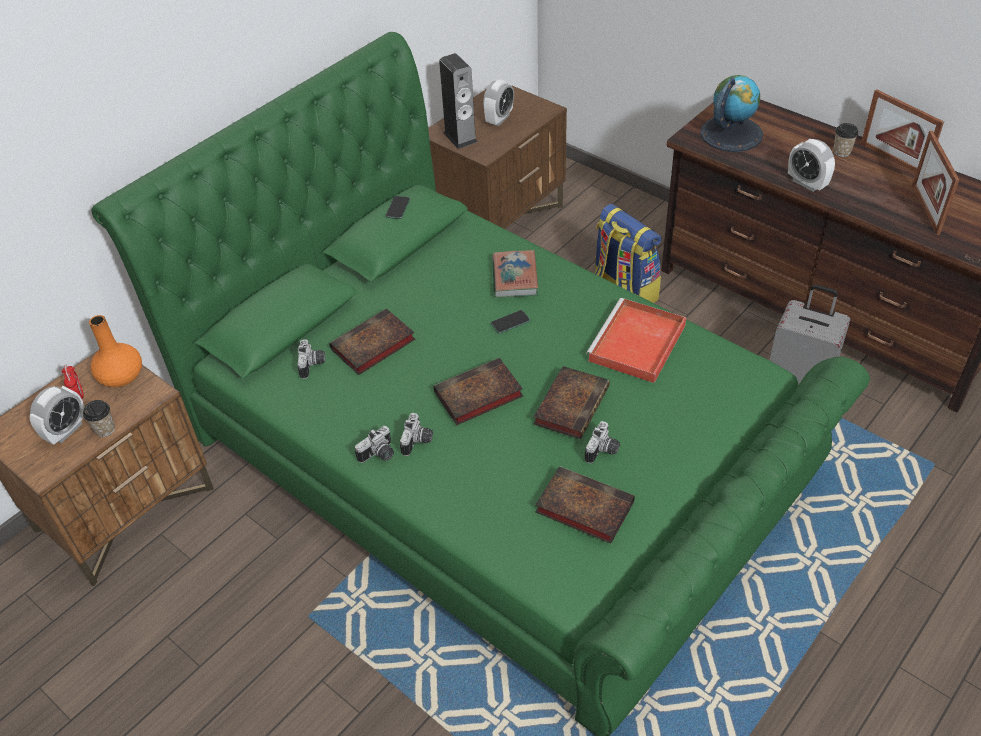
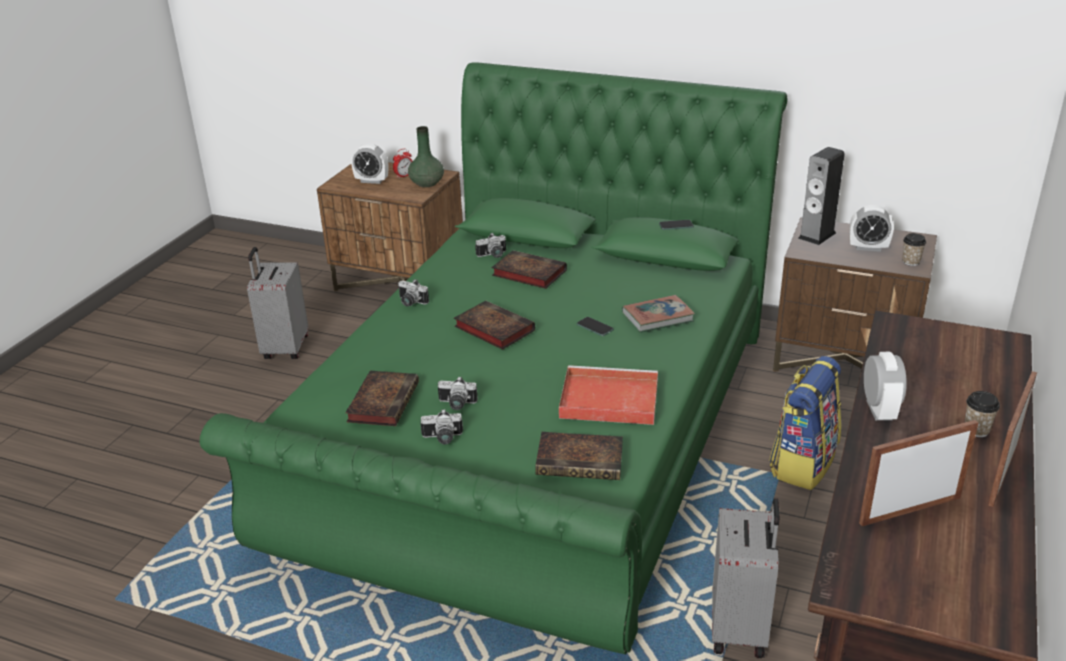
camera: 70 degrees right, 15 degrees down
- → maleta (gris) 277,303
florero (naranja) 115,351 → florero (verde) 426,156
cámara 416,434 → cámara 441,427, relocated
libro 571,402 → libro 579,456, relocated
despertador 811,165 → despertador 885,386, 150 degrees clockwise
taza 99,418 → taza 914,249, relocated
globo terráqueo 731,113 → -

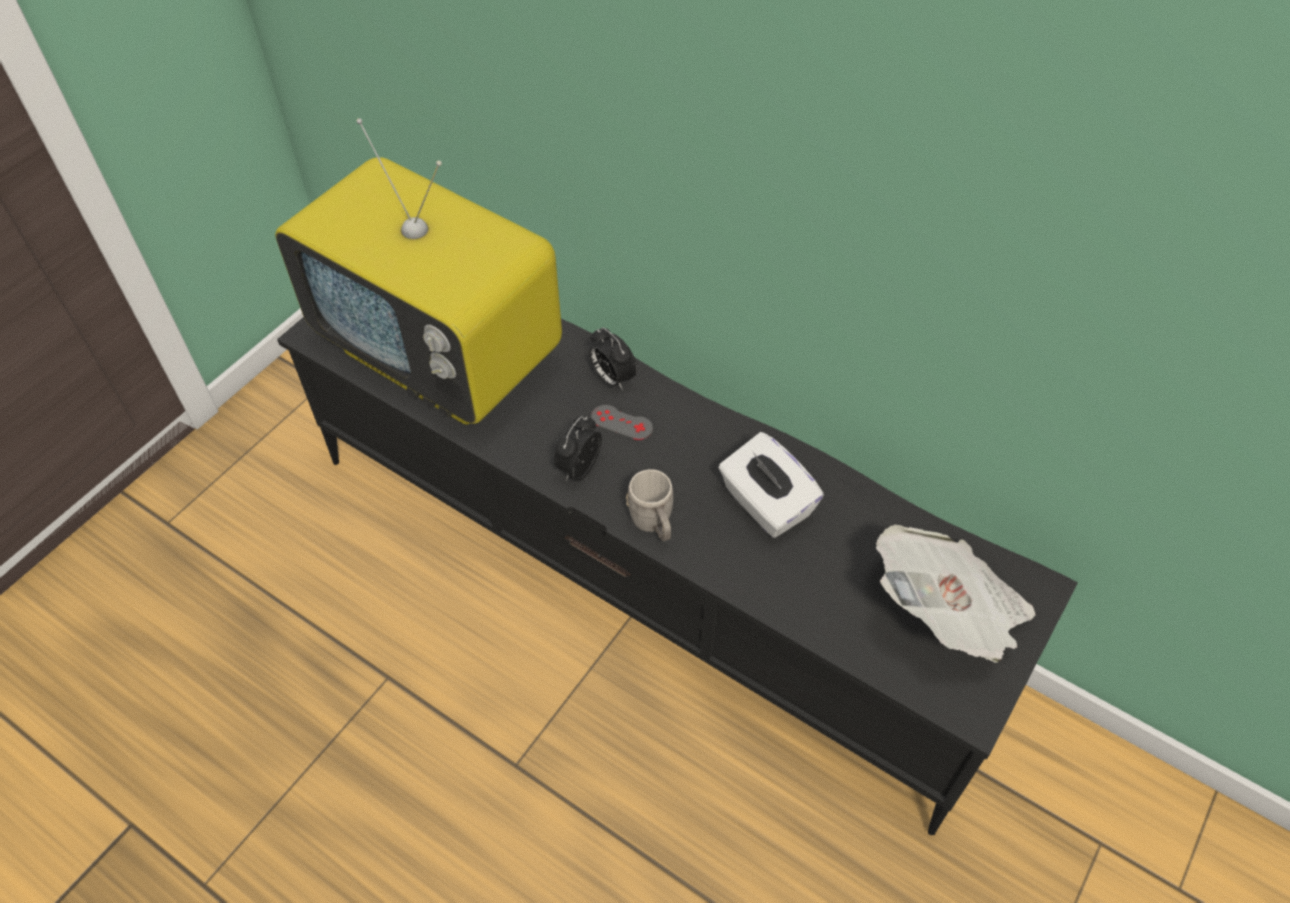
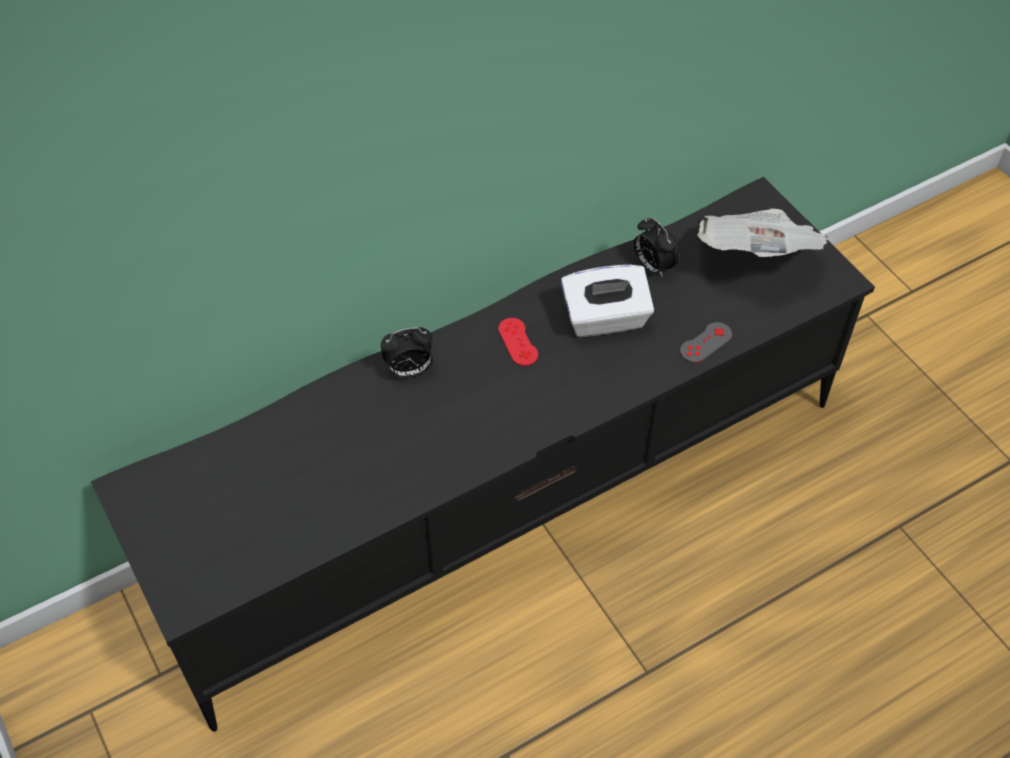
camera: 65 degrees left, 0 degrees up
- → mando de consola (rojo) 518,342
despertador 578,448 → despertador 657,247, relocated
mando de consola (gris) 622,422 → mando de consola (gris) 706,342, relocated
televisor 418,271 → -
taza grande (gris) 649,505 → -

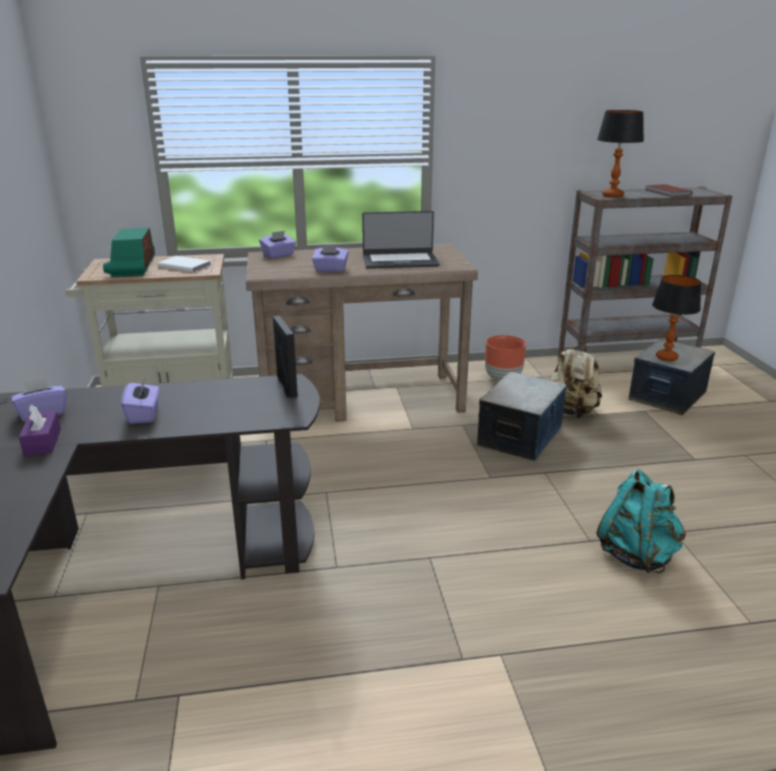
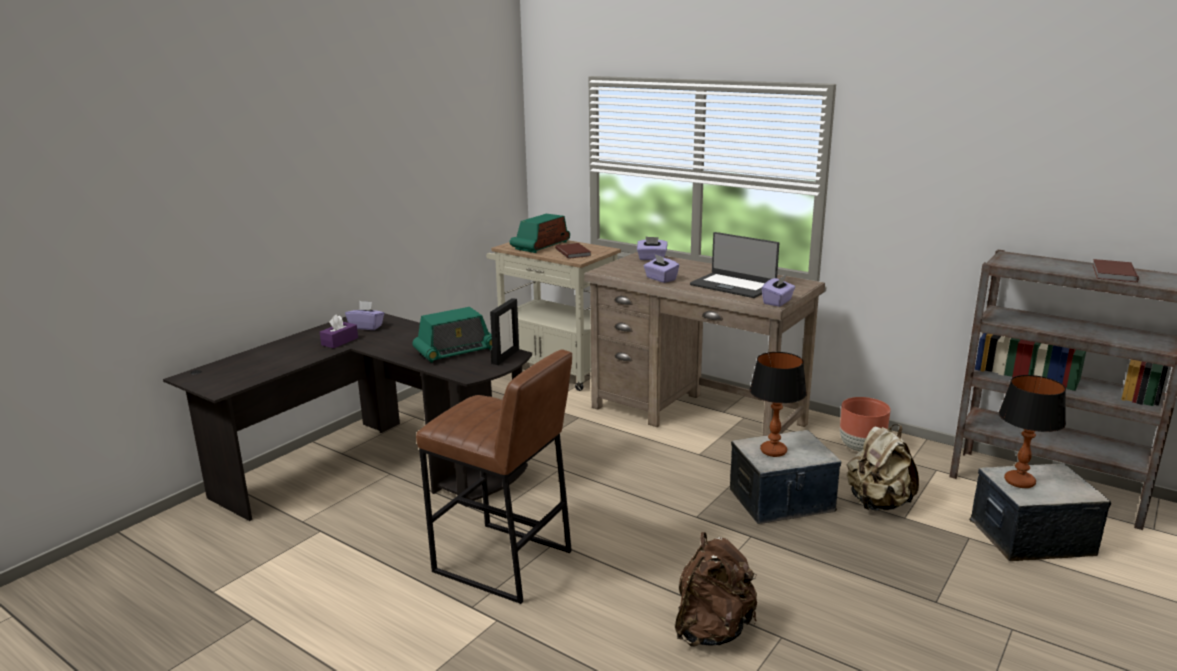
camera: 45 degrees right, 5 degrees down
- → radio 452,335
- → taburete (marrón) 494,476
libro (blanco) 184,264 → libro (marrón) 573,251
mochila (turquesa) 641,521 → mochila (marrón) 716,589
lámpara de mesa 620,154 → lámpara de mesa 778,404, relocated
caja de pañuelos (morado) 140,400 → caja de pañuelos (morado) 778,291, relocated

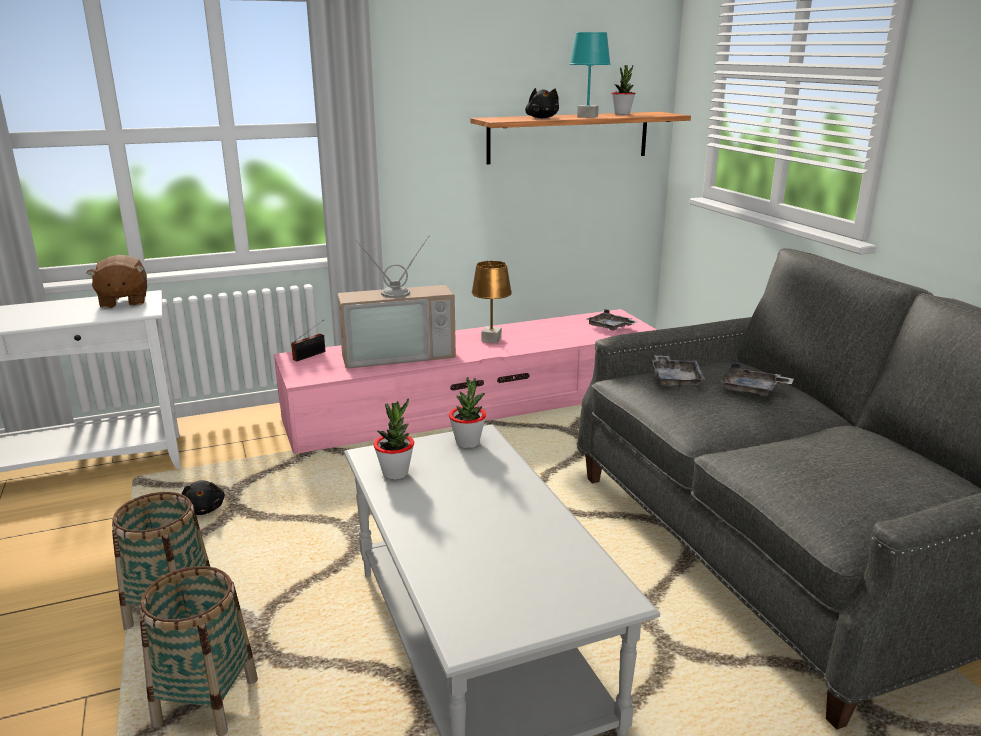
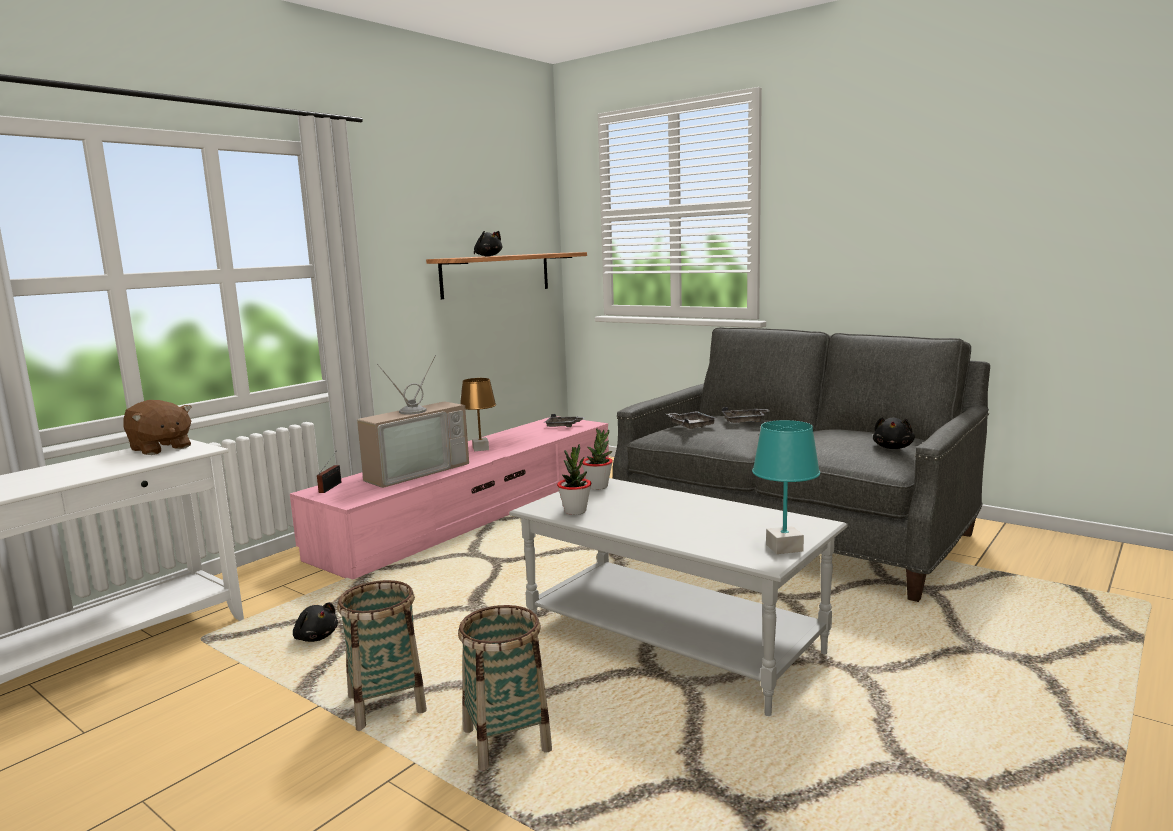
camera: 30 degrees left, 10 degrees down
lámpara de mesa (turquesa) 590,75 → lámpara de mesa (turquesa) 786,487, relocated
- → peluche (negro) 894,433
planta en maceta 623,90 → -

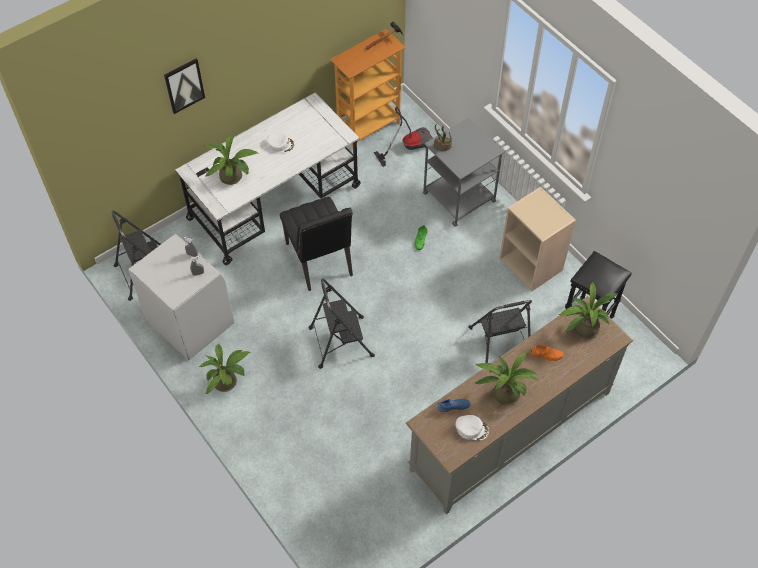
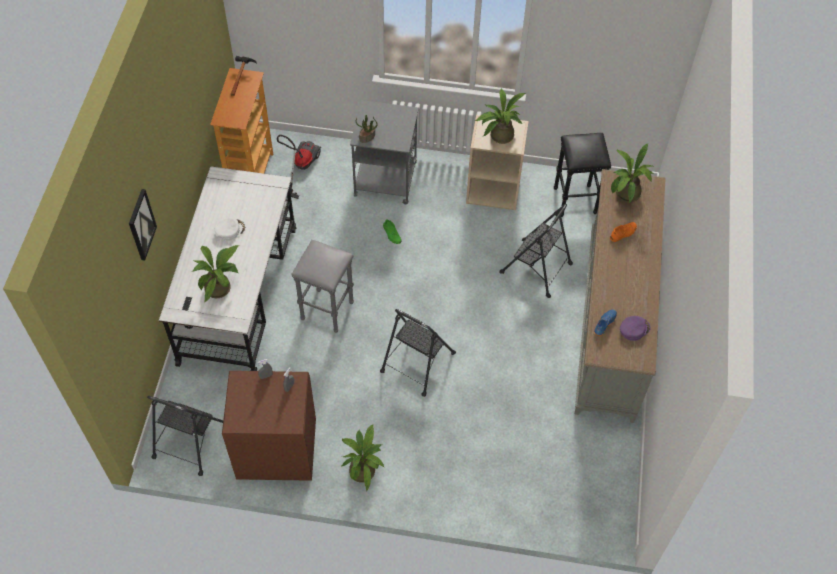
camera: 45 degrees left, 0 degrees up
lavadora (blanco) 181,297 → lavadora (marrón) 269,426
silla (negro) 316,244 → taburete (gris) 322,286
planta en maceta 507,379 → planta en maceta 500,116, relocated
gorra (blanco) 472,427 → gorra (morado) 635,328

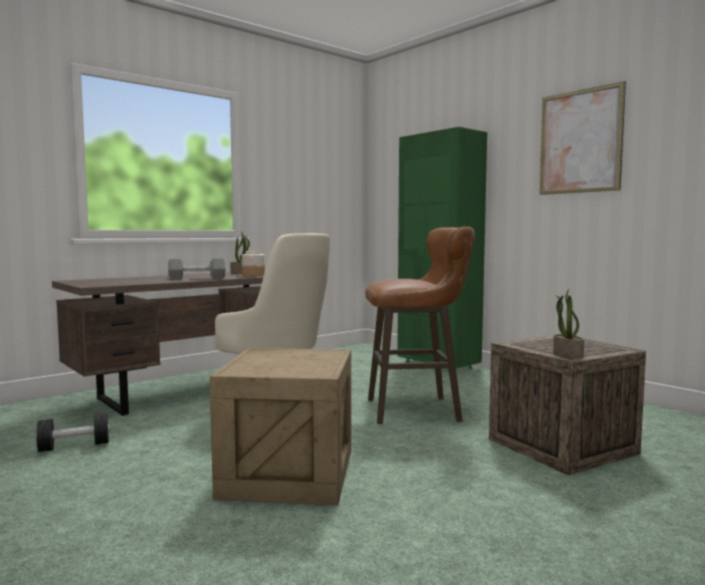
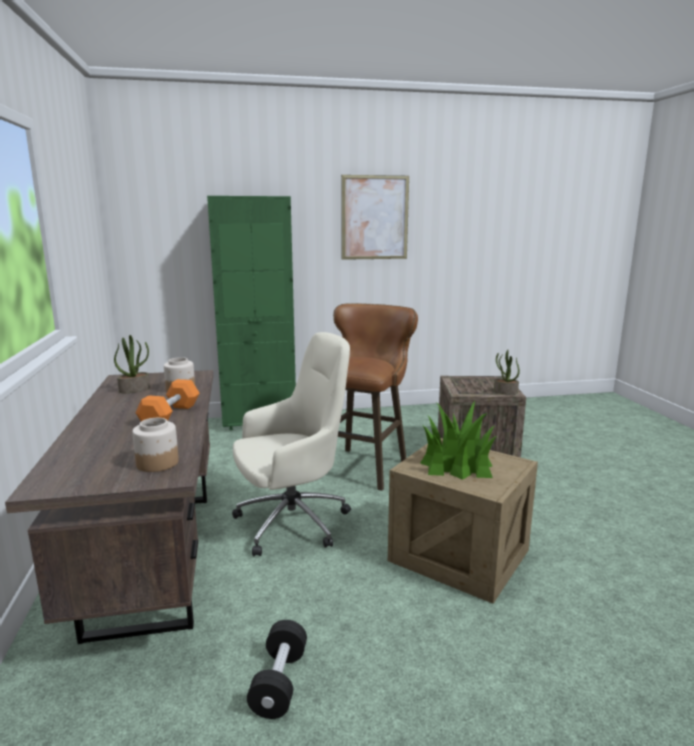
camera: 60 degrees left, 10 degrees up
- → tarro 155,445
mancuerna (gris) 196,269 → mancuerna (naranja) 167,400
- → planta en maceta 458,440

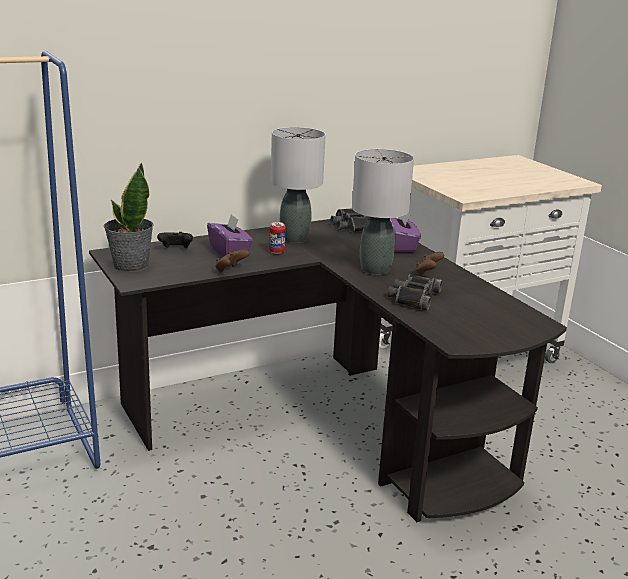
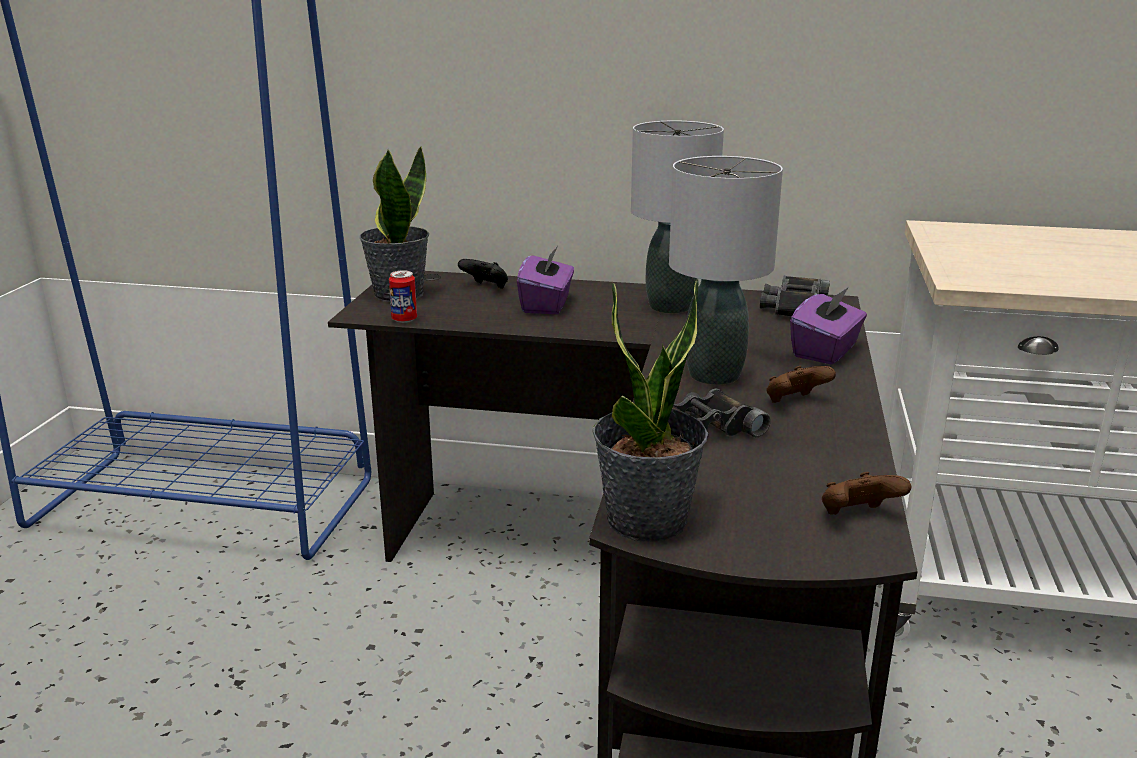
camera: 40 degrees right, 0 degrees up
lata 277,238 → lata 403,296, relocated
- → planta en maceta 650,410
mando de consola (marrón) 232,261 → mando de consola (marrón) 866,493, relocated

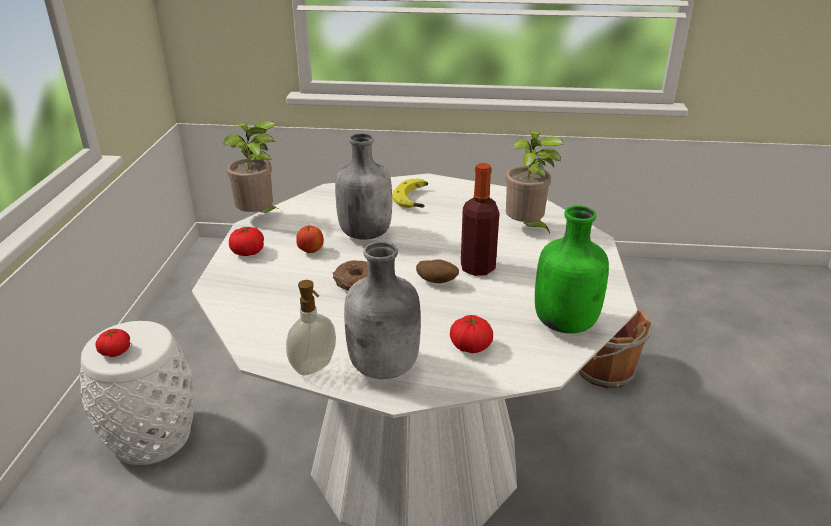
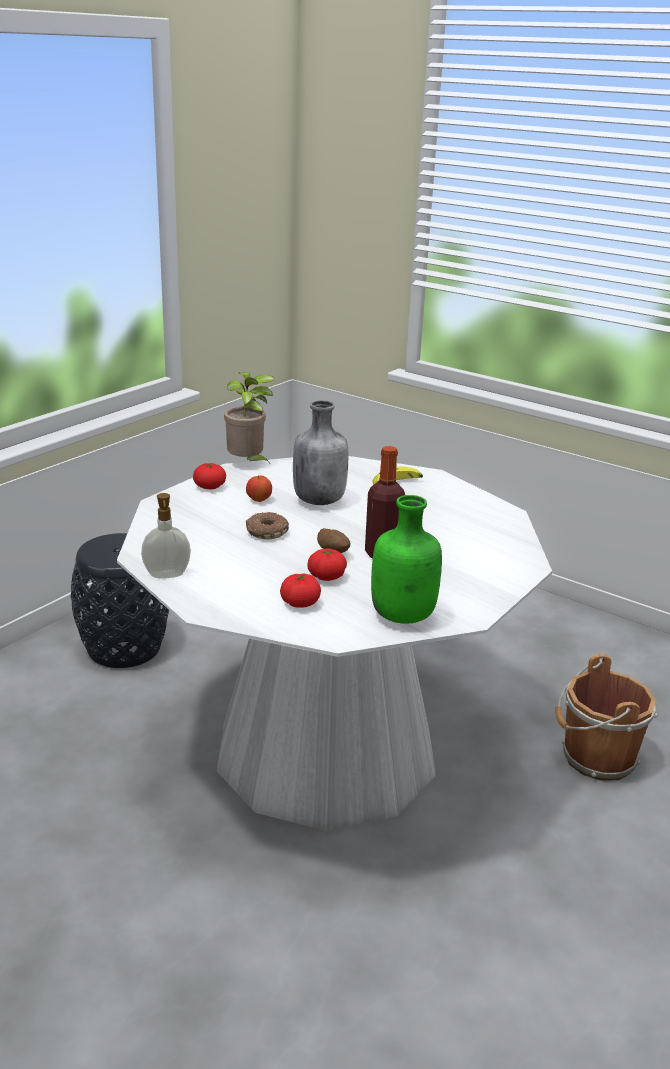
camera: 30 degrees right, 5 degrees down
taburete (blanco) 137,393 → taburete (negro) 120,600
tomate 113,343 → tomate 327,565, relocated
botella (gris) 382,310 → -
planta en maceta 535,181 → -

